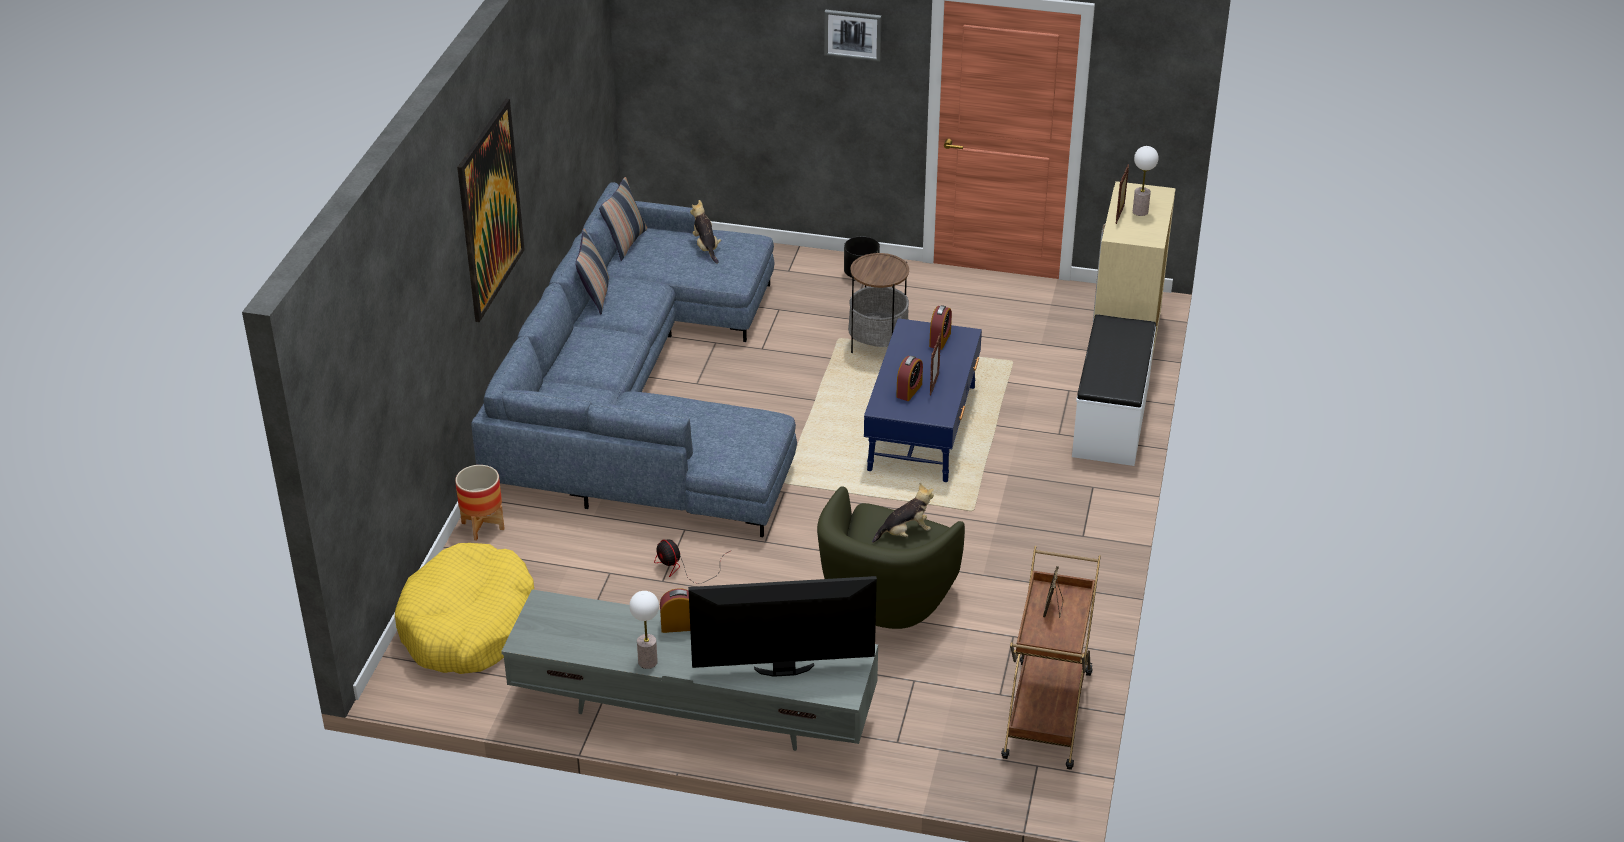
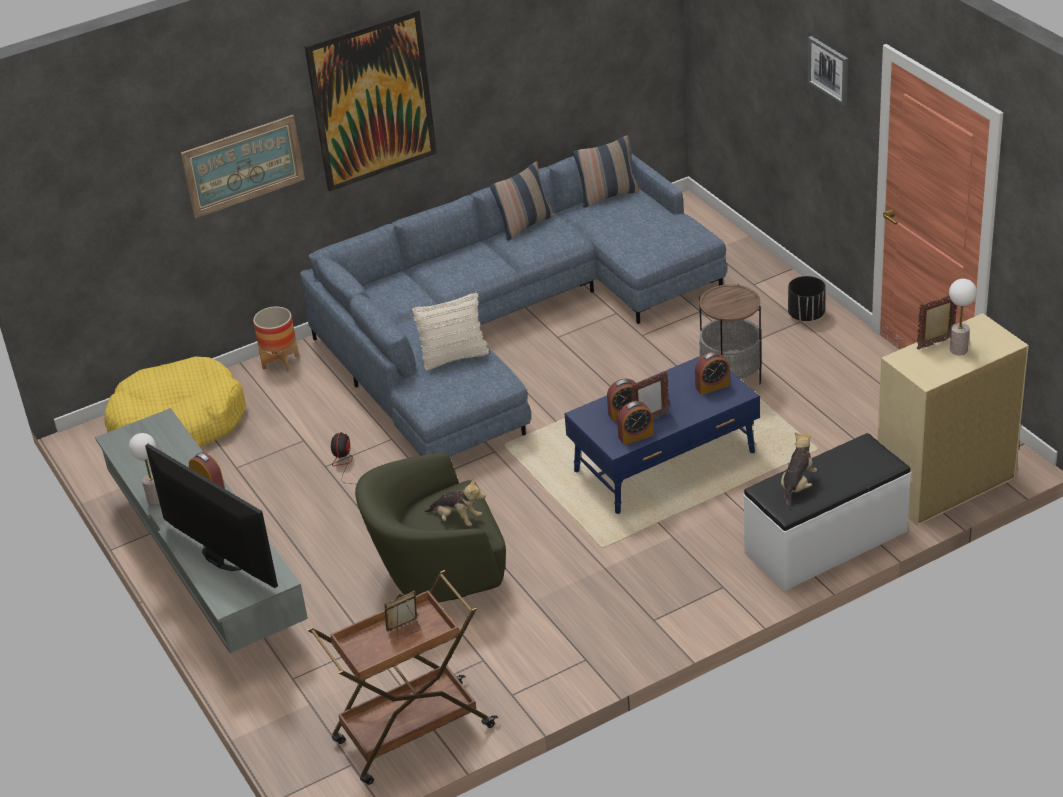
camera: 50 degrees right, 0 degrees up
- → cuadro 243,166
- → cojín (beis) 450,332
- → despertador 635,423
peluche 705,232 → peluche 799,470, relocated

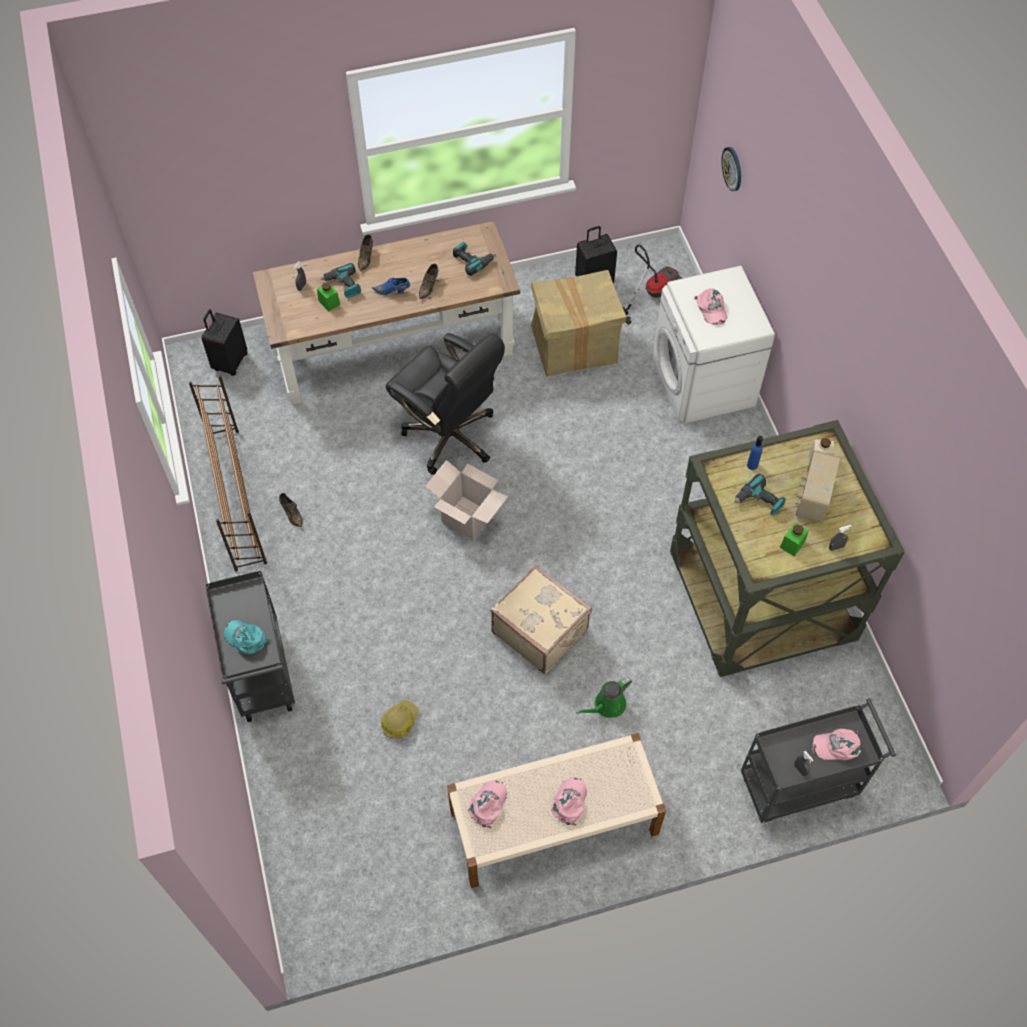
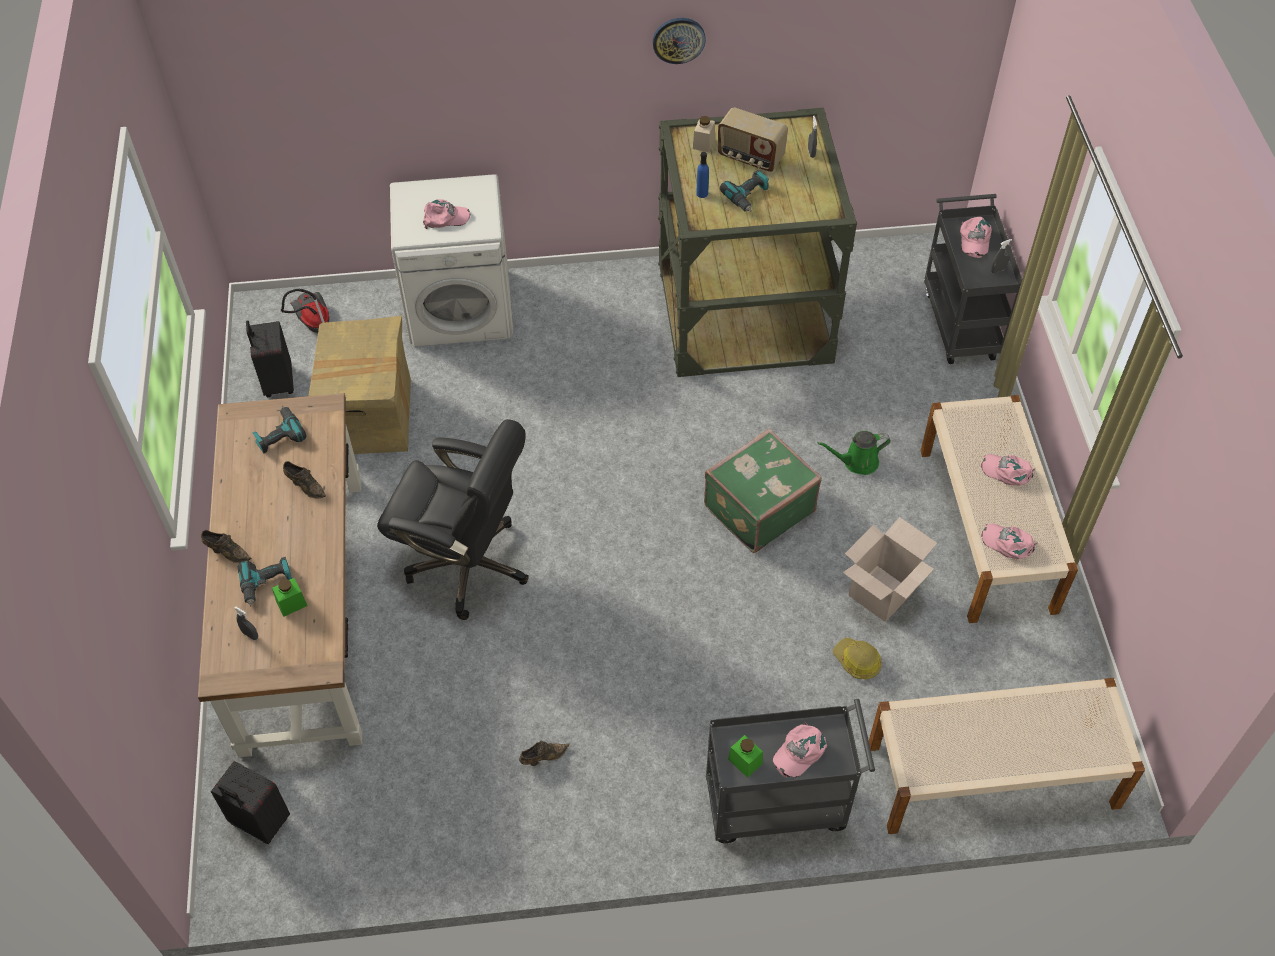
camera: 80 degrees left, 5 degrees down
silla de oficina (negro) 445,404 → silla de oficina (negro) 453,519, 60 degrees clockwise
reloj de pared 731,169 → reloj de pared 679,41, relocated
maleta (beis) 541,619 → maleta (verde) 763,491
tarro (verde) 794,539 → tarro (verde) 745,756, relocated
gorra (turquesa) 247,637 → gorra (rosa) 800,749
regadera (verde) 604,697 → regadera (verde) 854,453, 105 degrees clockwise
caja de cartón 466,500 → caja de cartón 890,569, relocated
- → banco (beis) 1007,756
zapatero (marrón) 228,473 → -
zapato (azul) 391,286 → -

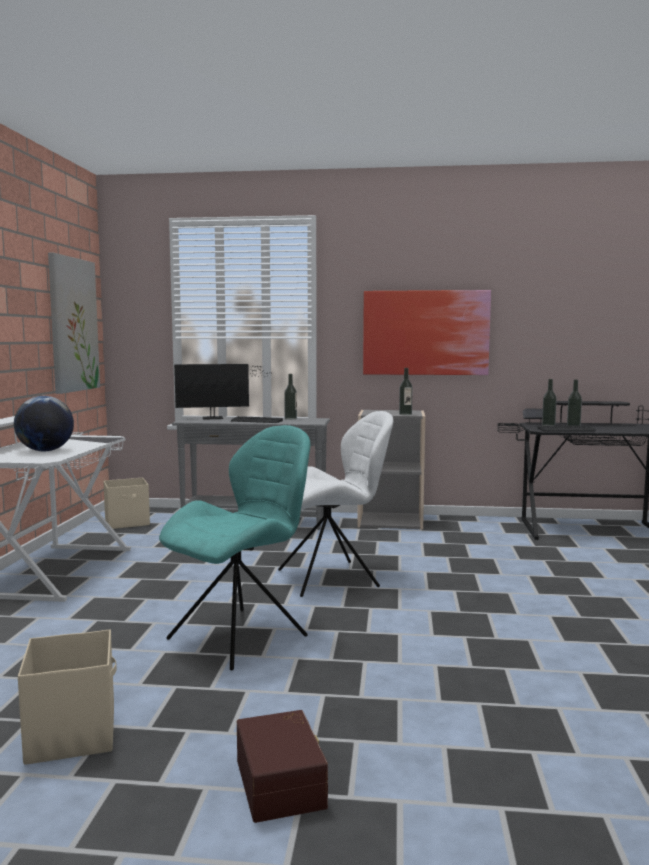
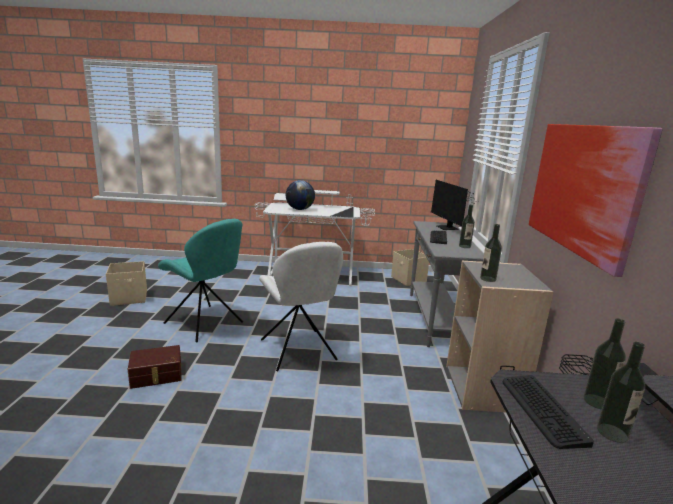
camera: 85 degrees right, 10 degrees up
caja de almacenaje (marrón) 282,766 → caja de almacenaje (marrón) 155,367, relocated
cuadro 74,323 → -

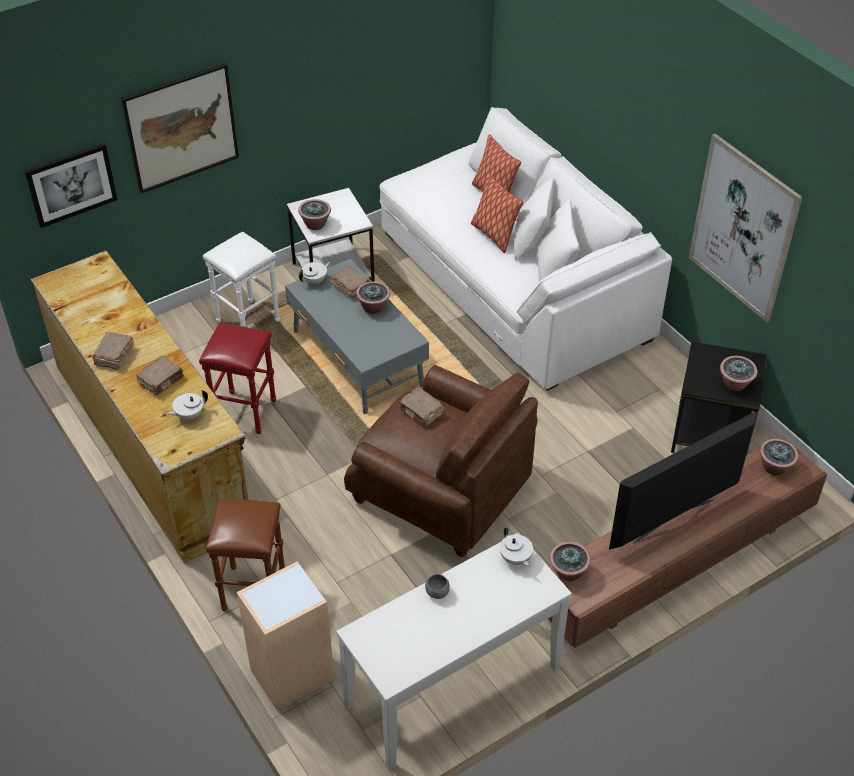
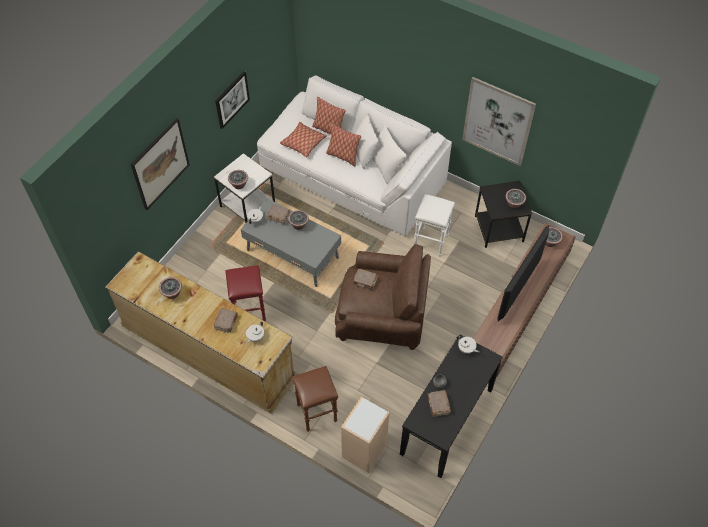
camera: 25 degrees left, 10 degrees up
planta en maceta 570,561 → planta en maceta 170,288, relocated
cuadro 71,185 → cuadro 232,100, relocated
- → cojín 303,139
mesa consola (blanco) 454,651 → mesa consola (negro) 451,406
taburete (blanco) 241,279 → taburete (blanco) 434,225, relocated
libro (marrón) 113,351 → libro (marrón) 439,403, relocated

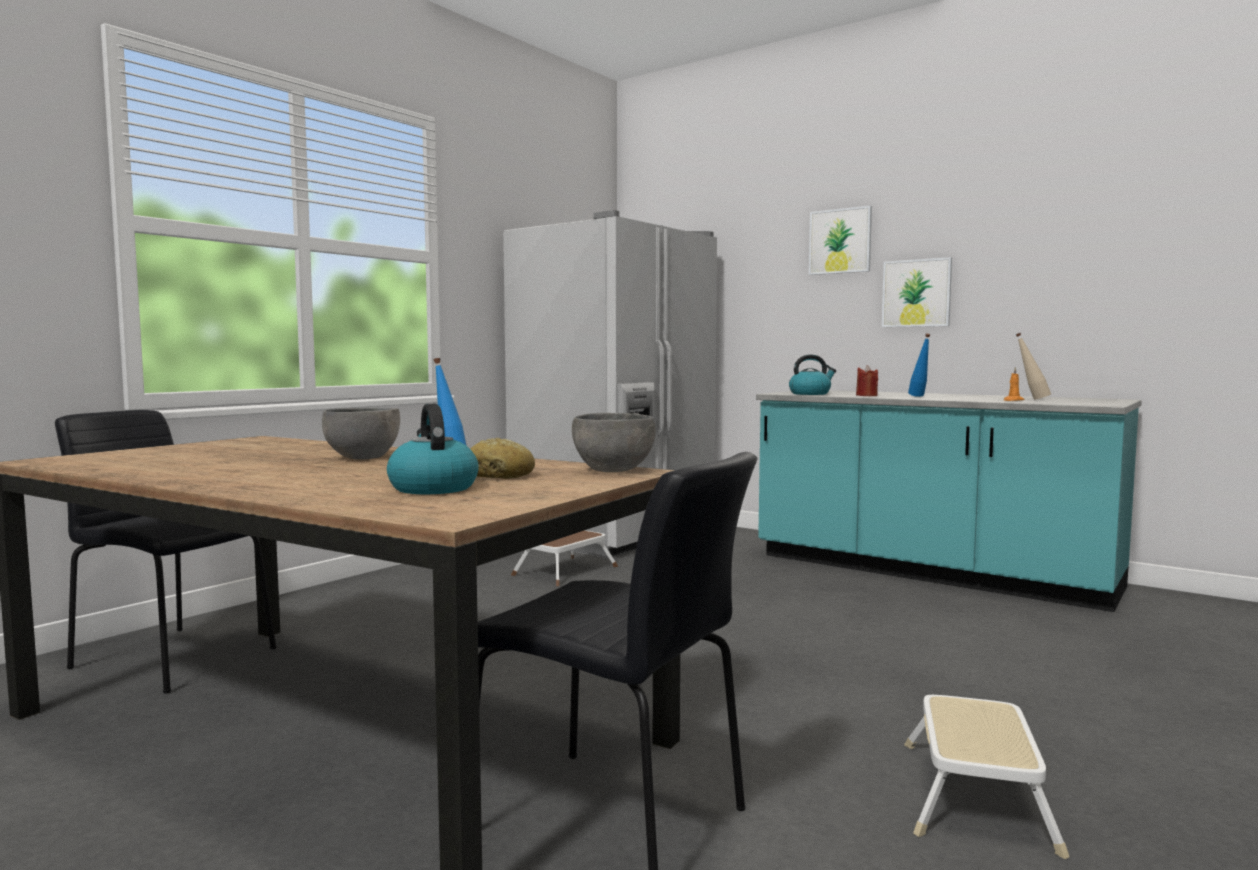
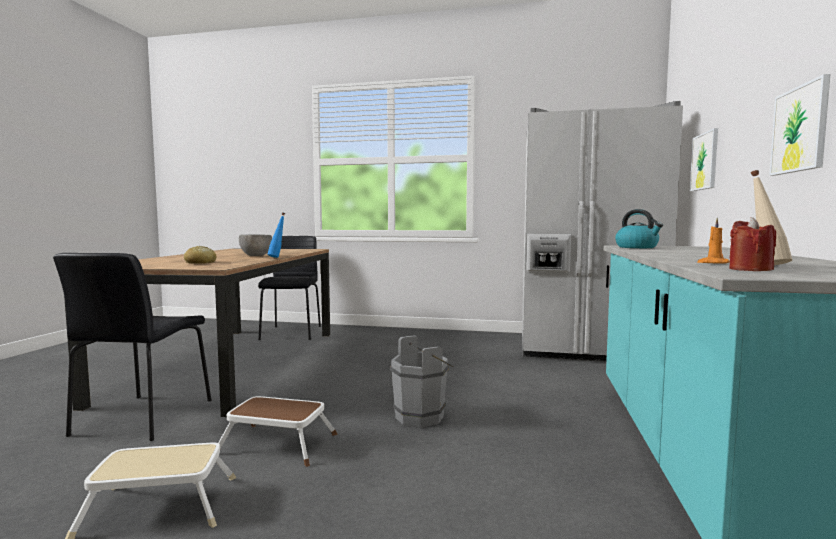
camera: 65 degrees right, 0 degrees up
escalera de tijera (marrón) 564,558 → escalera de tijera (marrón) 278,431, relocated
- → cubo (gris) 422,381
cuadro 840,240 → cuadro 704,159, relocated
vela (rojo) 867,380 → vela (rojo) 752,244, relocated
hervidor 433,449 → -
cuenco (gris) 614,442 → -
botella (azul) 919,365 → -

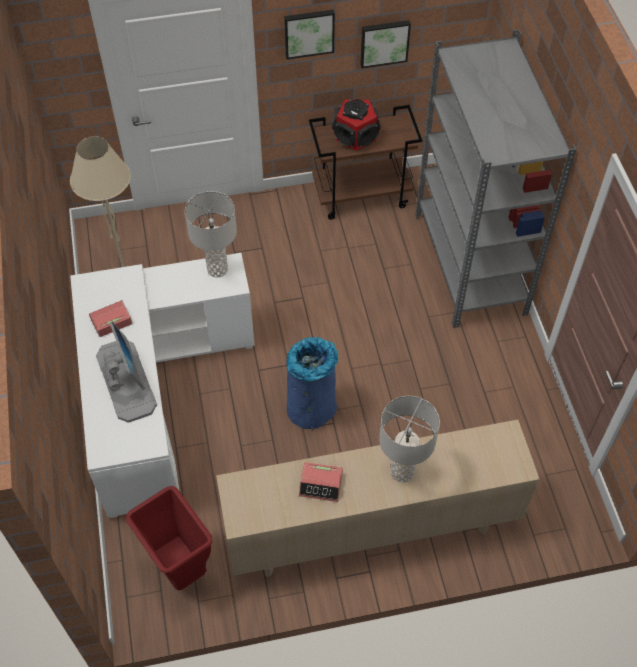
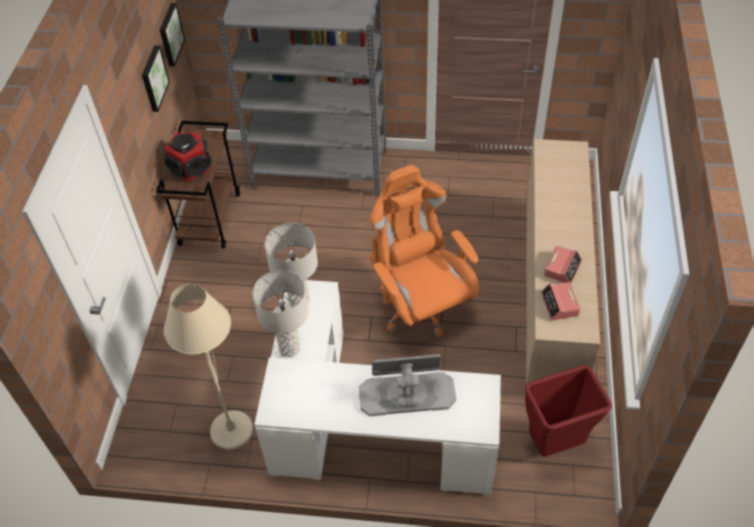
camera: 70 degrees left, 5 degrees down
cuadro 309,34 → cuadro 172,35, relocated
lámpara de mesa (blanco) 409,439 → lámpara de mesa (blanco) 280,313, relocated
papelera (azul) 312,383 → silla de oficina (naranja) 424,251
despertador 110,318 → despertador 560,301, relocated

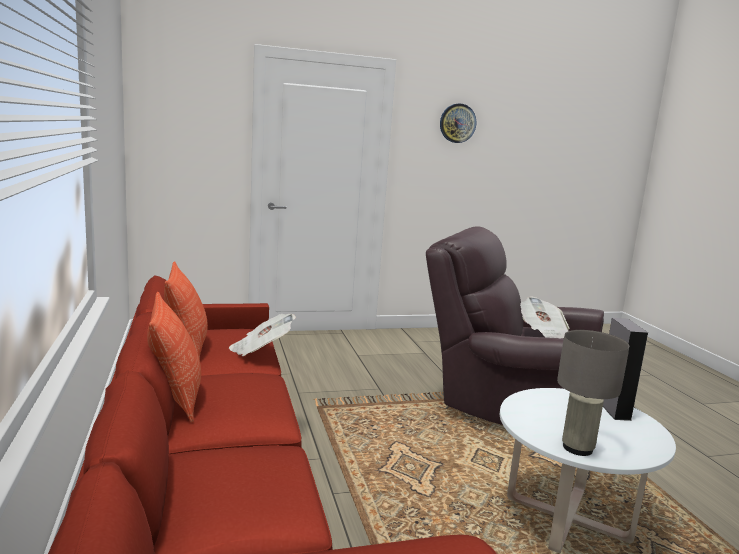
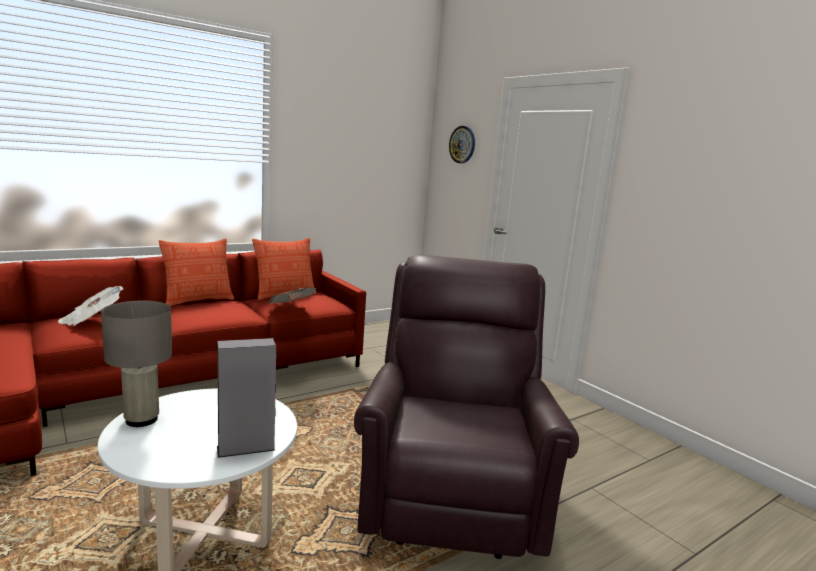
camera: 70 degrees right, 0 degrees up
periódico 545,317 → periódico 91,306, relocated
reloj de pared 458,123 → reloj de pared 462,144, relocated

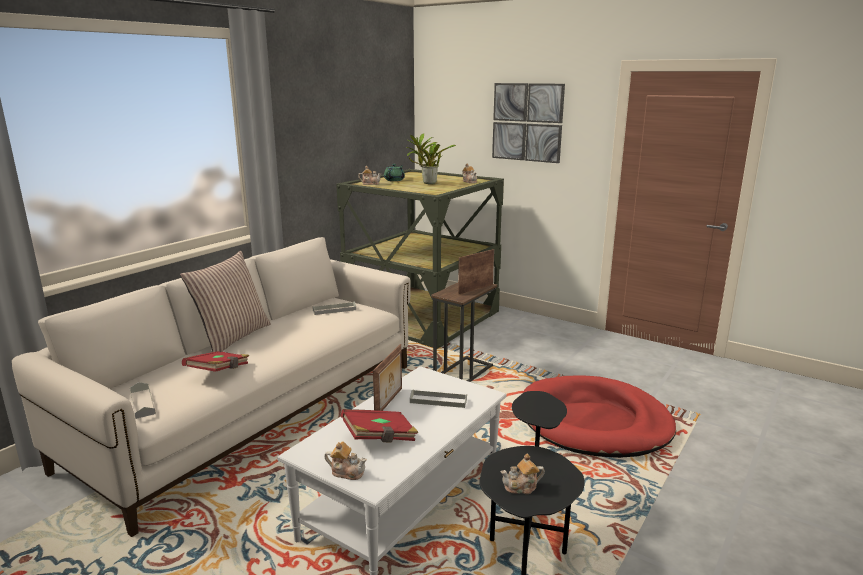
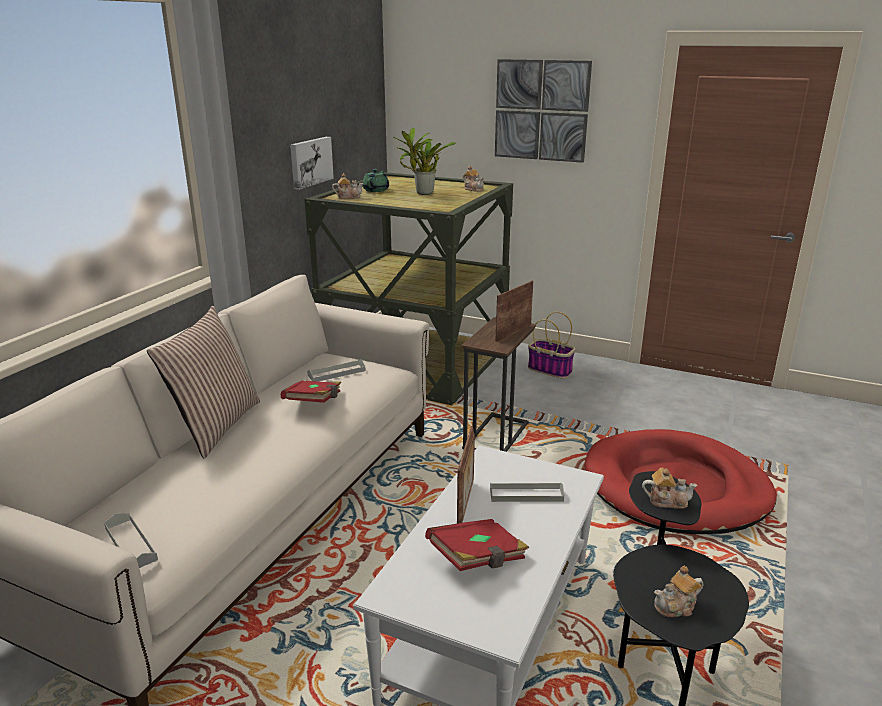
camera: 10 degrees left, 5 degrees up
libro (rojo) 215,361 → libro (rojo) 311,392, relocated
- → cuadro 312,163
- → cesta 551,345
tetera 345,460 → tetera 669,488, relocated

